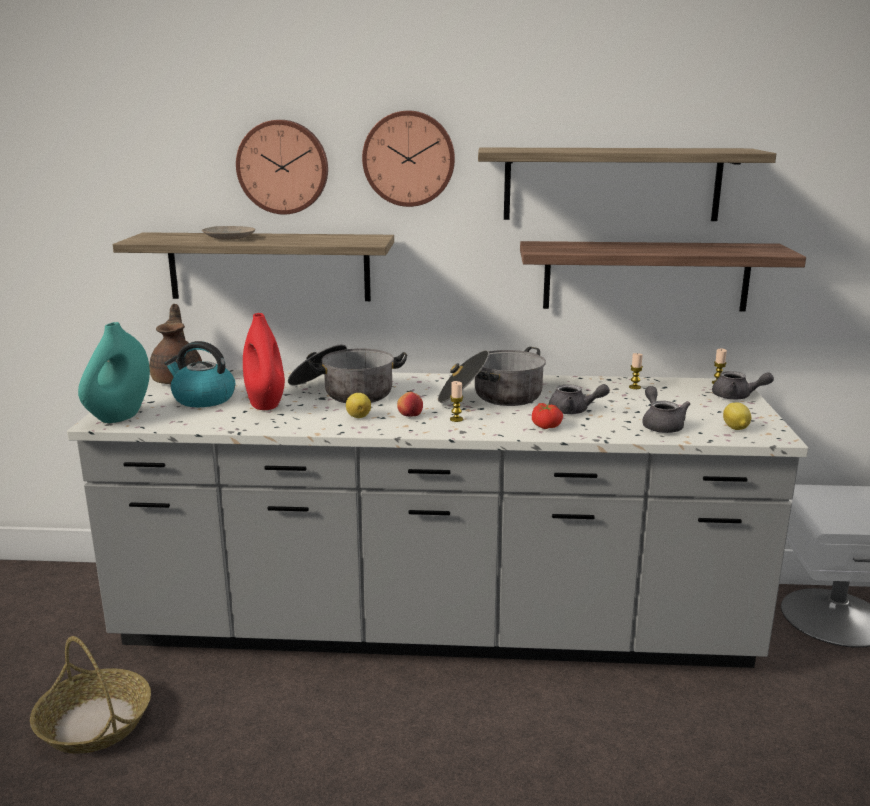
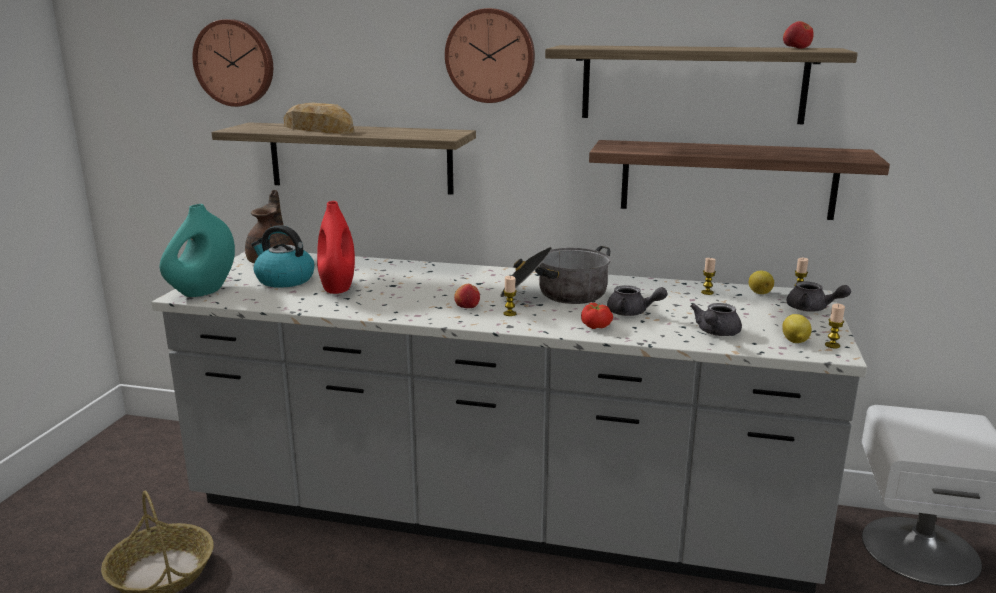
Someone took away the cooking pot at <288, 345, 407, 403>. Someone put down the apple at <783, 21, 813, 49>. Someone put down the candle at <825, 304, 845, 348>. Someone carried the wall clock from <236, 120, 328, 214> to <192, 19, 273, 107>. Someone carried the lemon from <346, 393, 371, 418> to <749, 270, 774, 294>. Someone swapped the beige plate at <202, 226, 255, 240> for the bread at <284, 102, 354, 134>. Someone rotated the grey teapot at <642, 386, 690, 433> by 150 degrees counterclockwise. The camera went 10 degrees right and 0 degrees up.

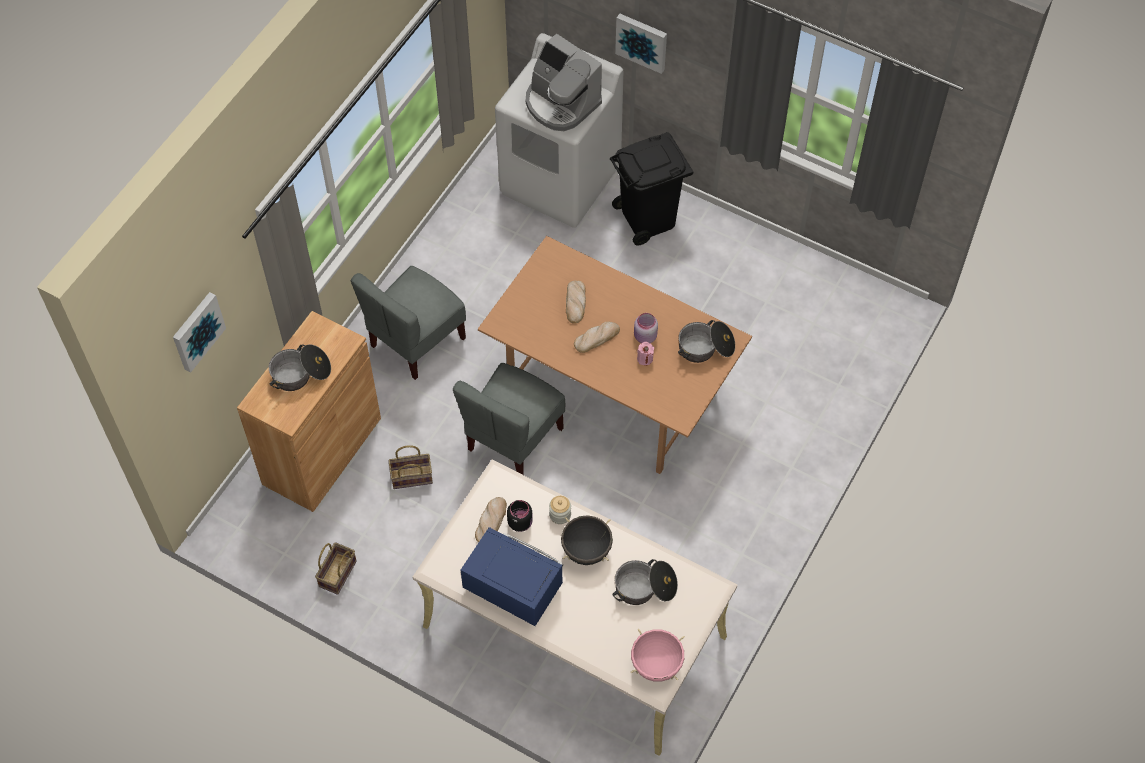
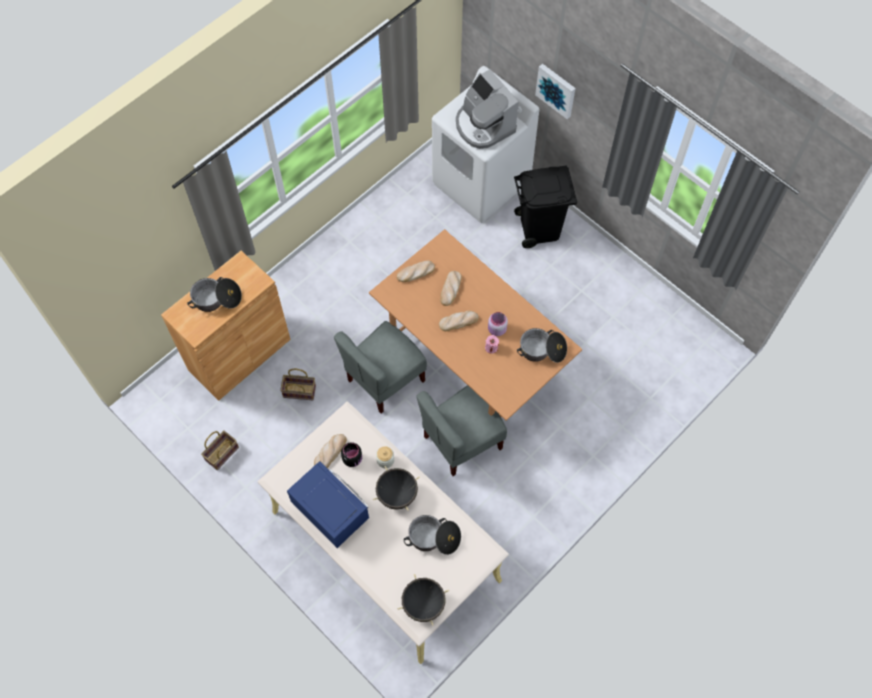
Someone took away the picture at <173, 292, 226, 373>. Someone put down the bread at <397, 261, 435, 282>. Someone carried the grey chair from <351, 266, 466, 380> to <416, 385, 507, 476>. Someone repainted the pink cooking pot at <631, 629, 685, 682>, which became the black cooking pot at <398, 574, 449, 626>. The camera went 15 degrees right and 5 degrees up.

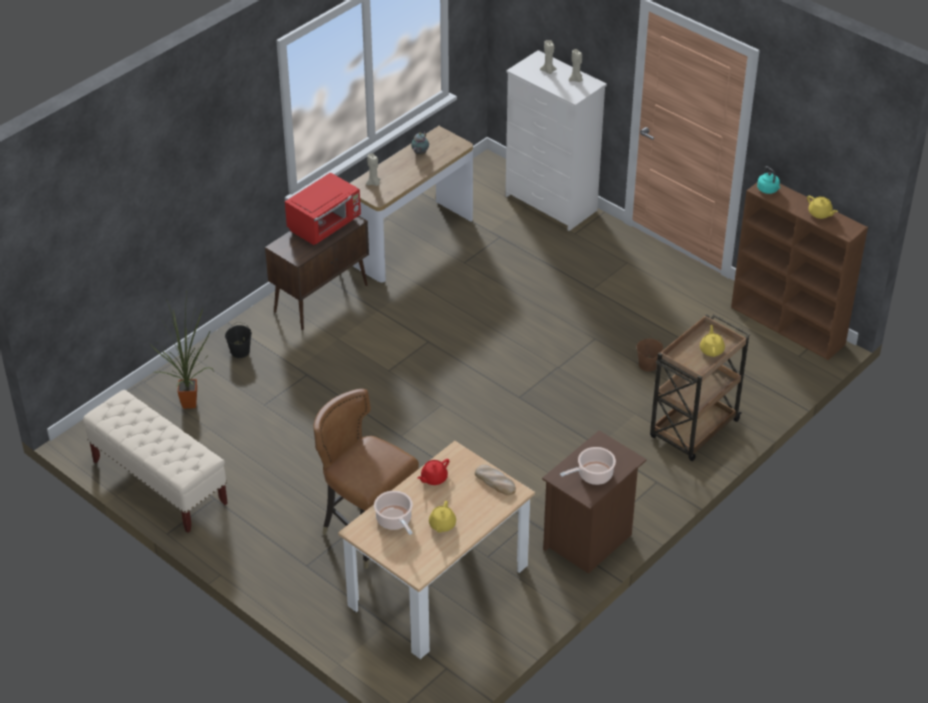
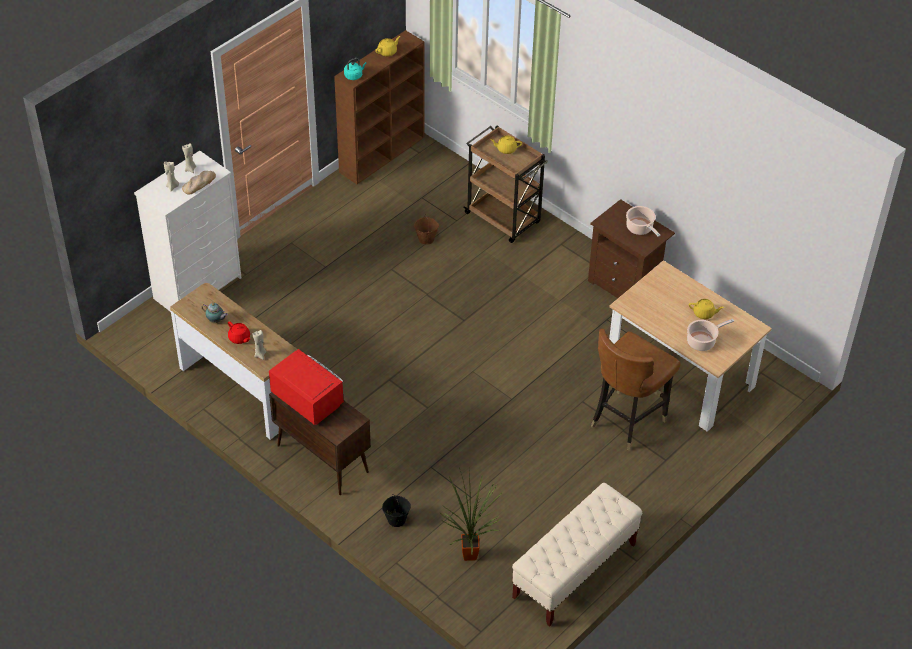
Someone carried the red teapot from <417, 459, 449, 485> to <228, 321, 250, 344>. Someone carried the bread from <475, 465, 516, 495> to <182, 171, 216, 195>. The camera went 90 degrees left and 5 degrees up.

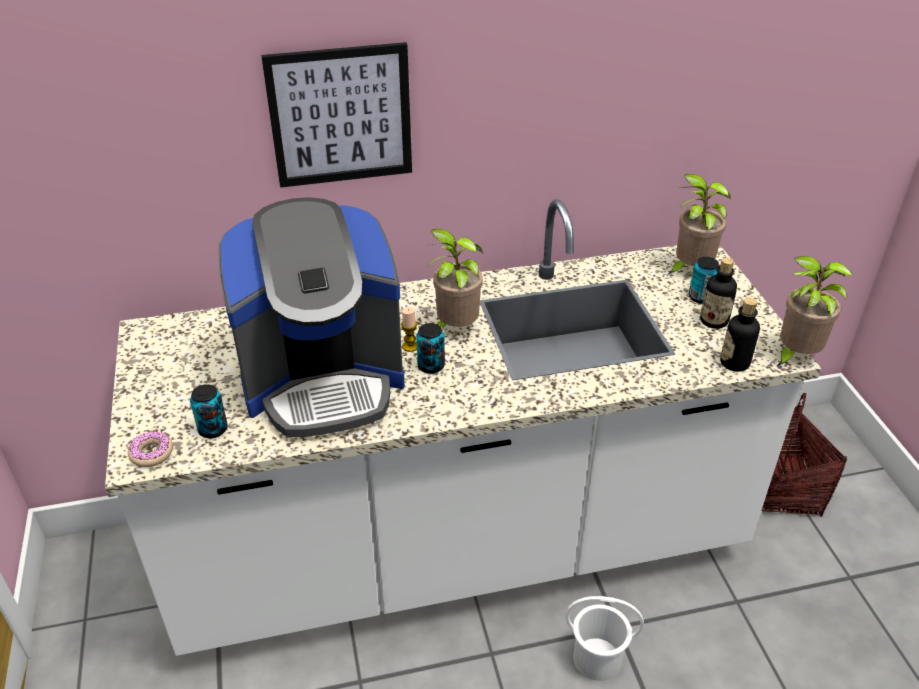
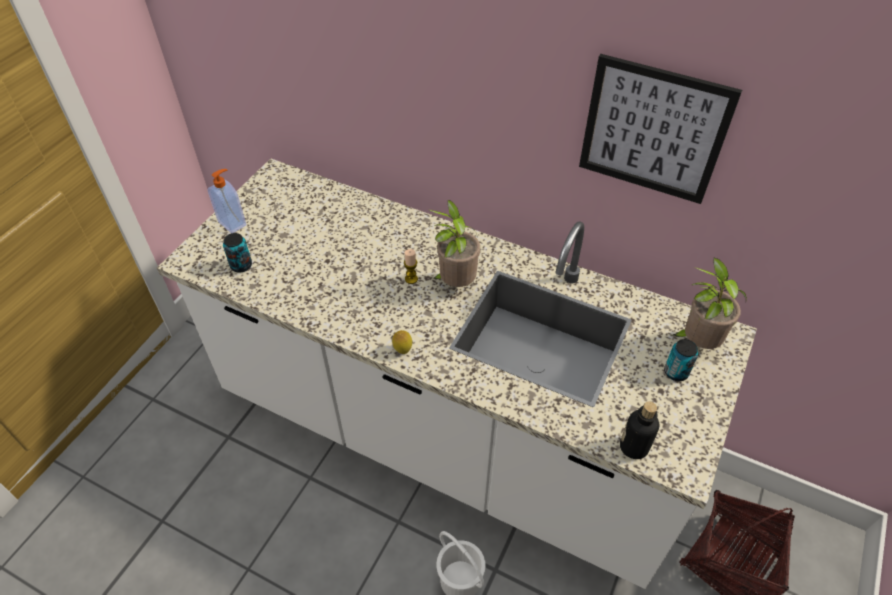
Someone took away the donut at <128, 431, 173, 467>. Someone took away the coffee machine at <219, 197, 405, 437>. Someone took away the can at <416, 323, 445, 374>. Someone took away the bottle at <700, 257, 737, 329>. Someone took away the potted plant at <776, 256, 853, 367>. Someone put down the soap dispenser at <208, 169, 246, 233>. Someone put down the lemon at <392, 330, 412, 354>. Someone carried the picture from <261, 42, 412, 188> to <579, 54, 742, 204>. The camera went 40 degrees right and 10 degrees up.

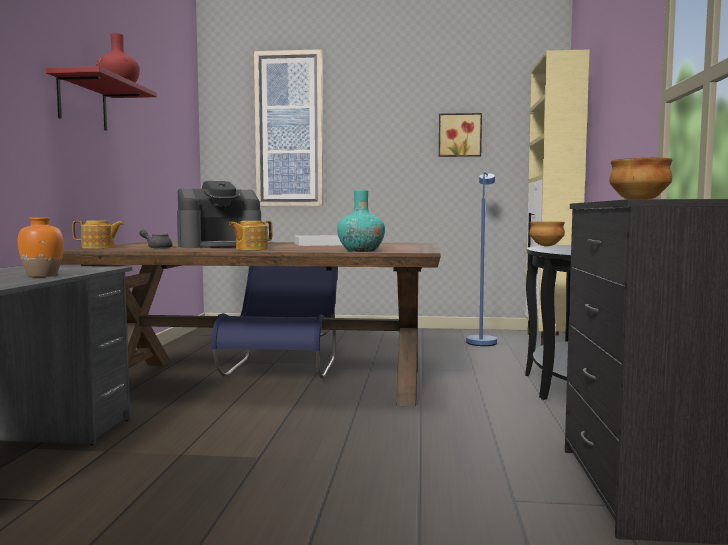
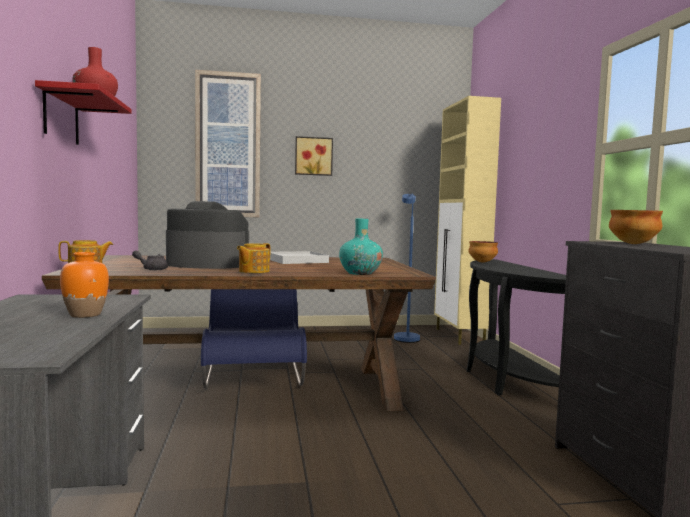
Someone carried the picture from <439, 113, 482, 157> to <295, 136, 333, 176>. Someone rotated the coffee machine at <177, 181, 261, 248> by 135 degrees counterclockwise. The camera went 15 degrees left and 0 degrees up.

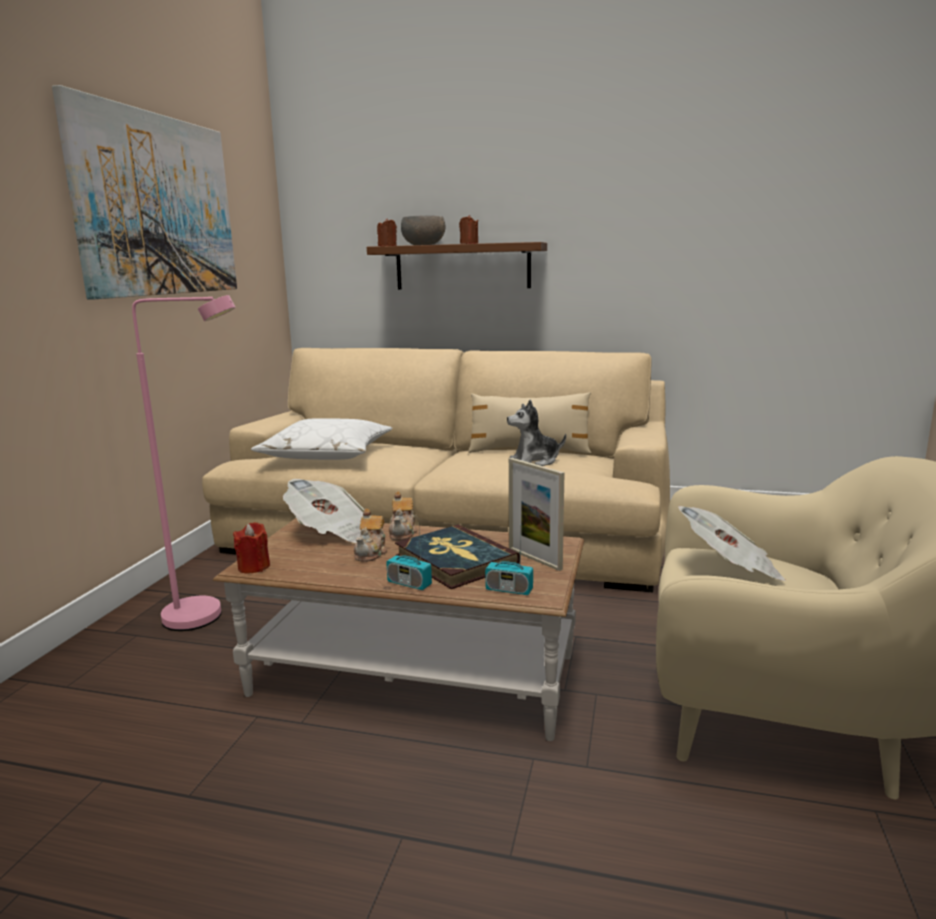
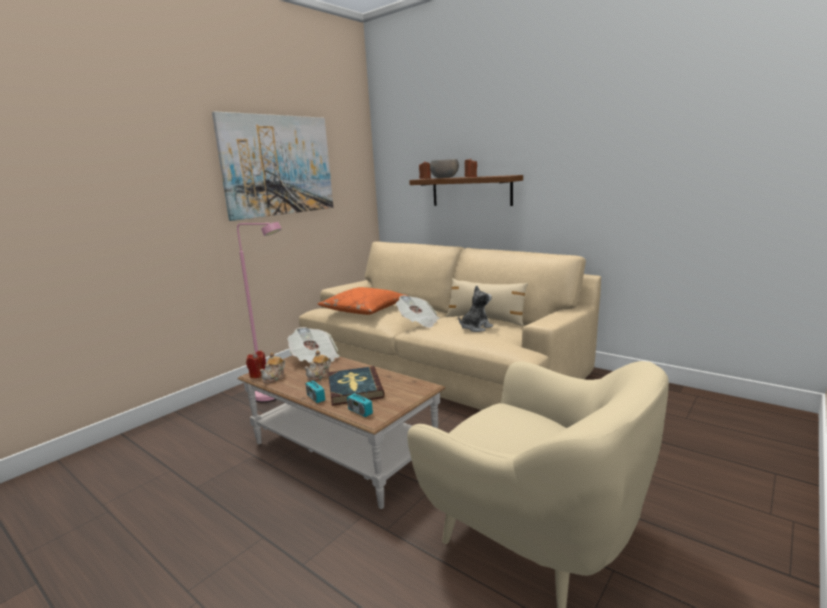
Someone took away the picture frame at <509, 458, 565, 571>. Someone carried the teapot from <389, 492, 417, 540> to <259, 352, 285, 383>. Someone carried the newspaper from <678, 506, 786, 581> to <396, 295, 440, 328>. Someone repainted the white pillow at <251, 418, 393, 460>, which became the orange pillow at <318, 287, 408, 315>. Someone rotated the plush toy at <507, 399, 566, 466> by 135 degrees clockwise. The camera went 25 degrees right and 0 degrees up.

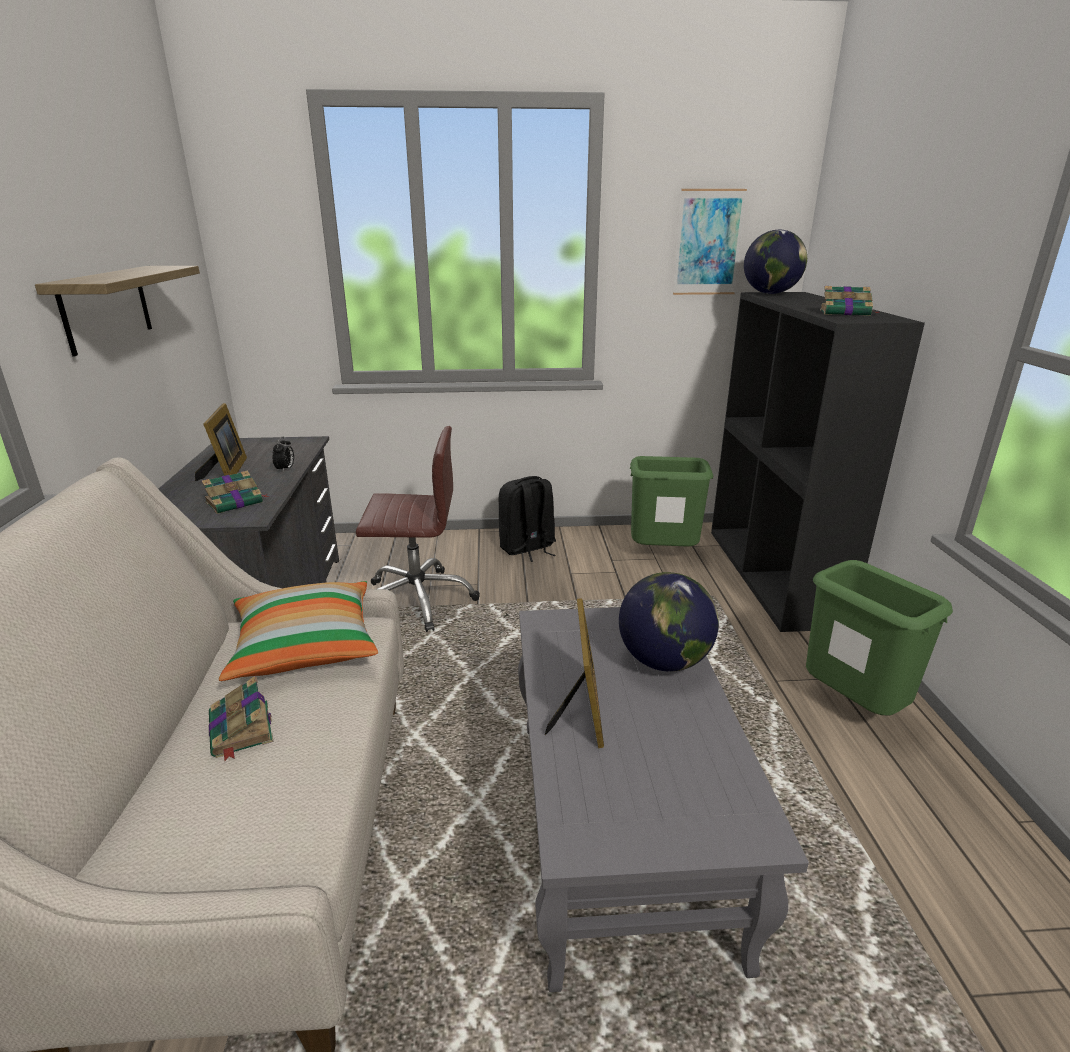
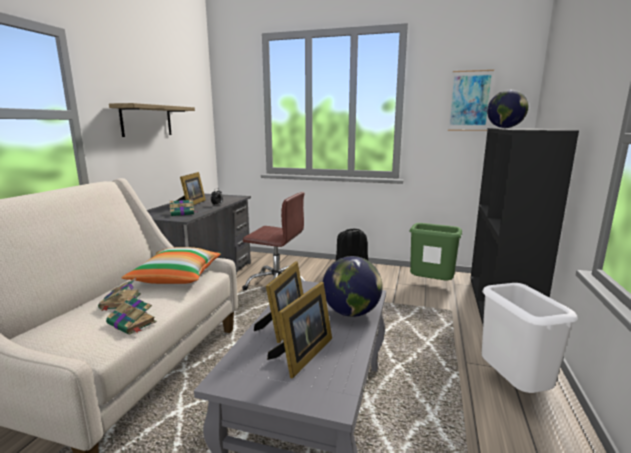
Someone put down the picture frame at <267, 282, 332, 378>. Someone carried the book from <820, 286, 879, 316> to <106, 296, 157, 335>. Someone repainted the green trash can at <806, 560, 953, 715>, which became the white trash can at <482, 283, 578, 393>. The camera went 20 degrees right and 10 degrees down.

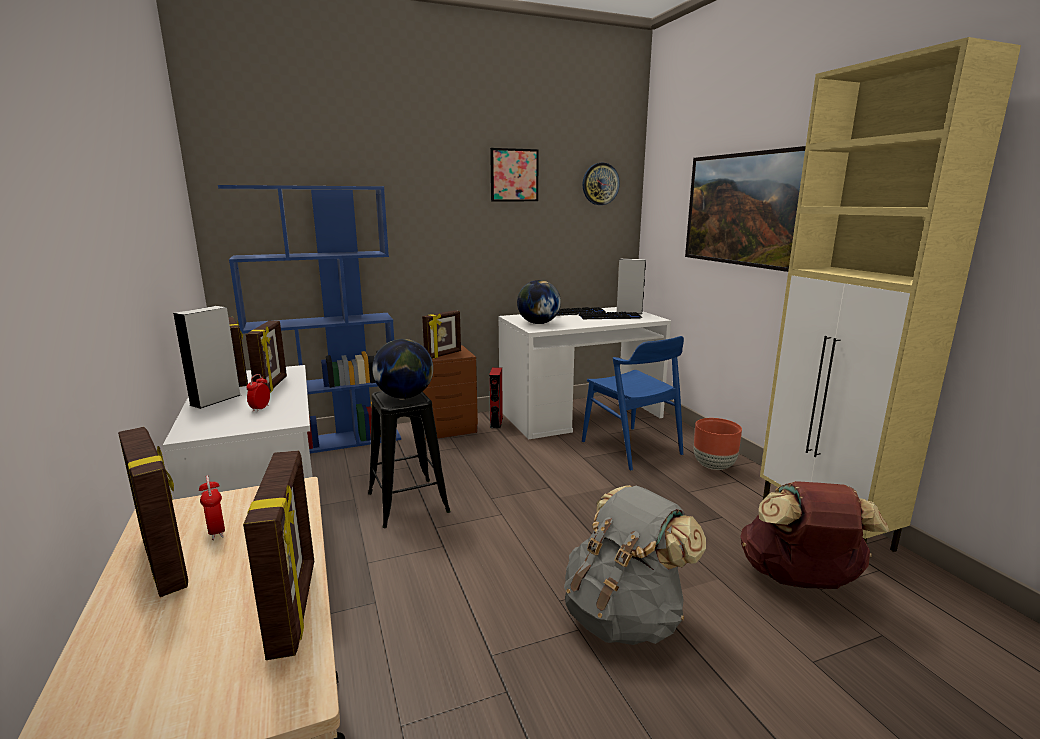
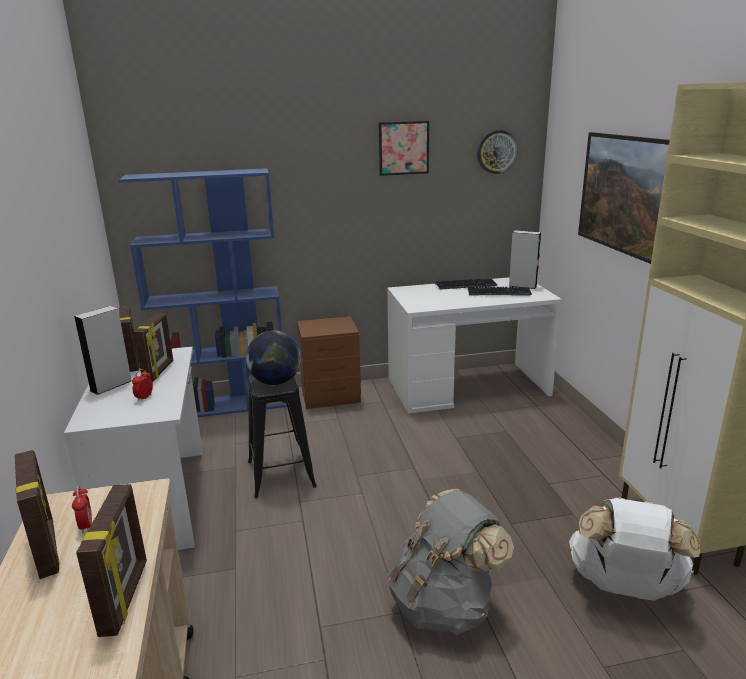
Someone took away the picture frame at <422, 310, 461, 358>. Someone took away the red speaker at <489, 367, 503, 428>. Someone took away the globe at <517, 280, 561, 324>. Someone took away the blue chair at <582, 336, 684, 471>. Someone took away the brown planter at <694, 418, 742, 470>. Someone repainted the brown backpack at <740, 481, 889, 589>, which became the white backpack at <569, 497, 700, 601>. The camera went 10 degrees right and 5 degrees up.

